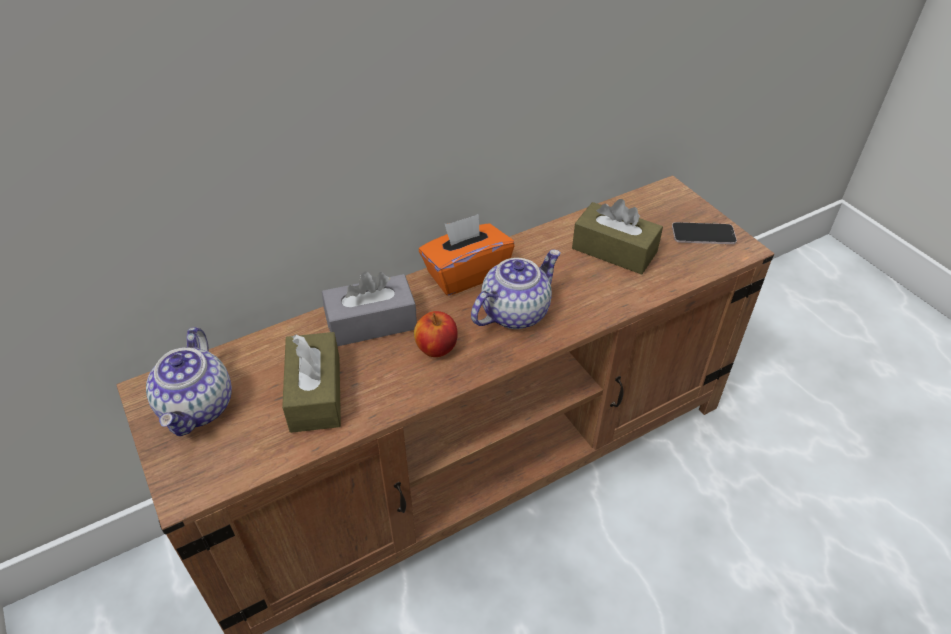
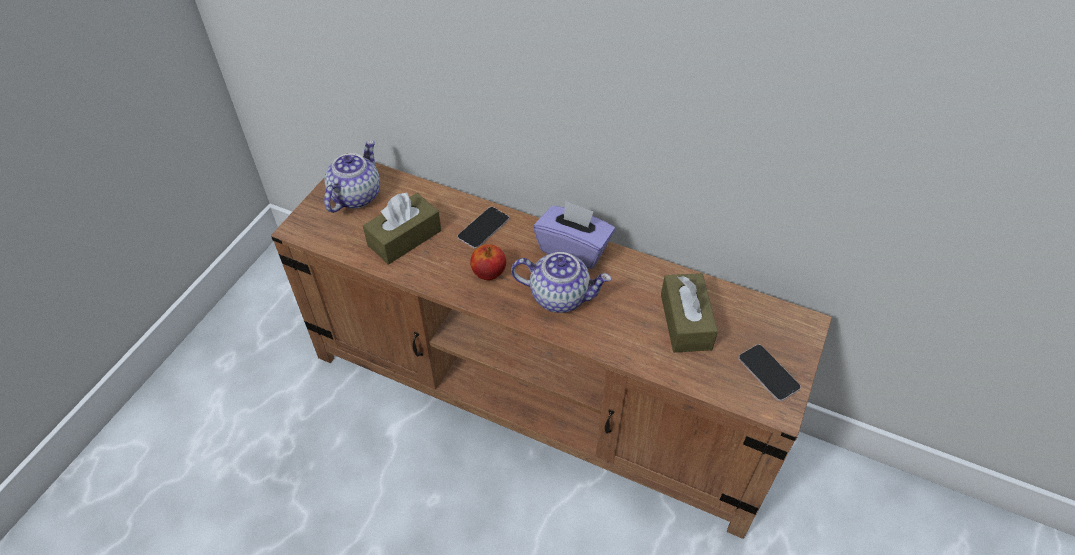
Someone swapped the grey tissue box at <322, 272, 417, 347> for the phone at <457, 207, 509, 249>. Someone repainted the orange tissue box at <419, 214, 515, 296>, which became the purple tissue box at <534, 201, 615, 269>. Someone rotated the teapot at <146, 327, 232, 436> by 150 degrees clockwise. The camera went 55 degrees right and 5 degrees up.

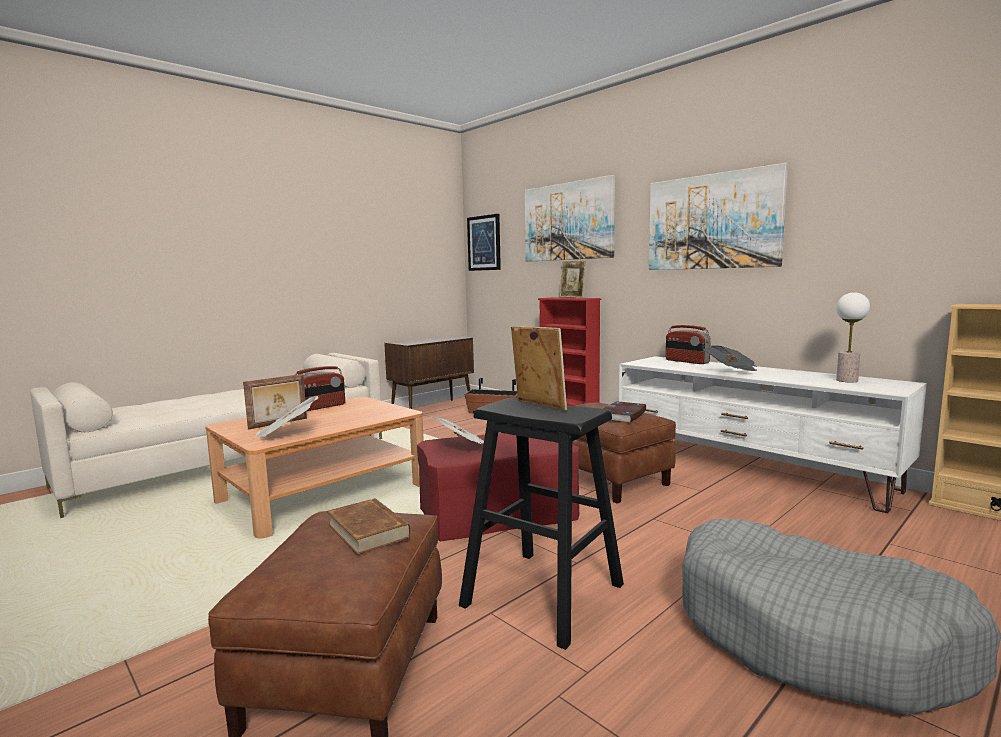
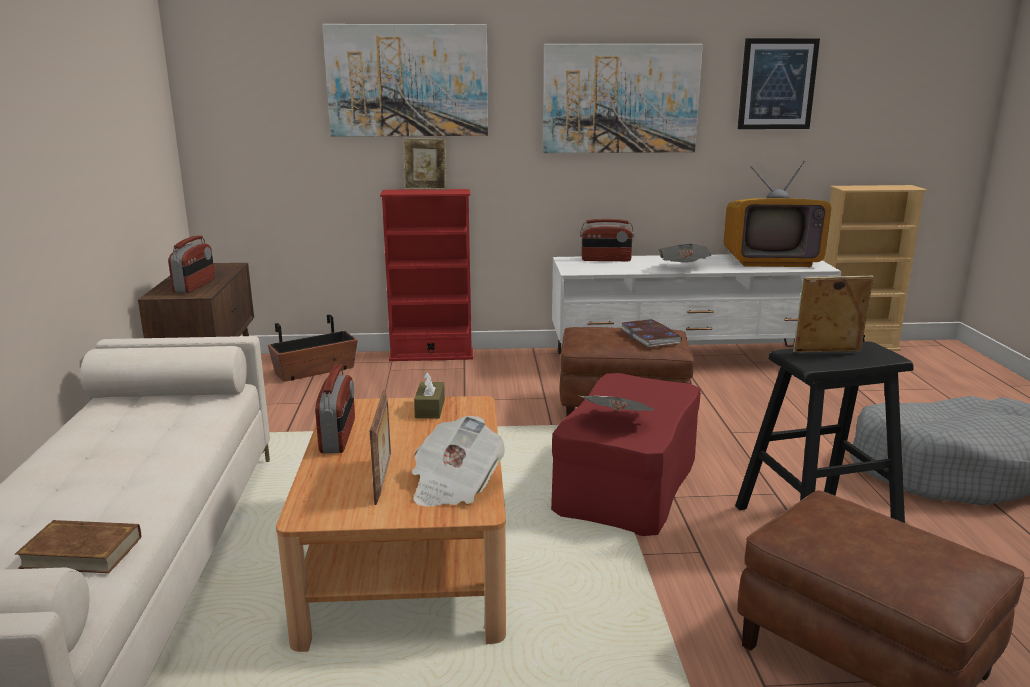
Someone put down the radio at <168, 235, 215, 293>. Someone put down the brown tissue box at <414, 372, 445, 418>. Someone carried the brown book from <327, 498, 411, 555> to <15, 520, 141, 573>. Someone carried the picture from <467, 214, 501, 271> to <738, 38, 820, 129>. Someone swapped the table lamp at <836, 292, 870, 382> for the television at <724, 160, 831, 267>. The camera went 50 degrees left and 10 degrees up.

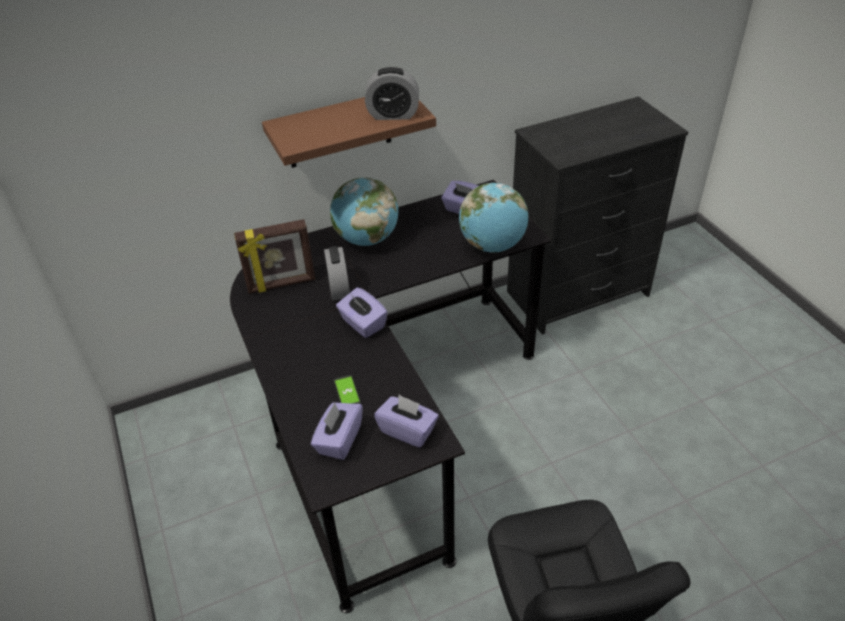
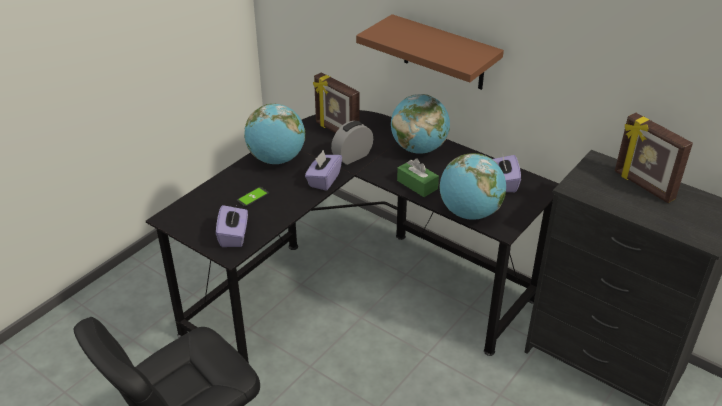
Someone took away the purple tissue box at <311, 402, 363, 460>. Someone took away the alarm clock at <365, 67, 419, 120>. Someone put down the globe at <244, 104, 305, 164>. Someone put down the green tissue box at <397, 158, 439, 197>. Someone put down the picture frame at <615, 113, 693, 203>. The camera went 60 degrees right and 5 degrees down.

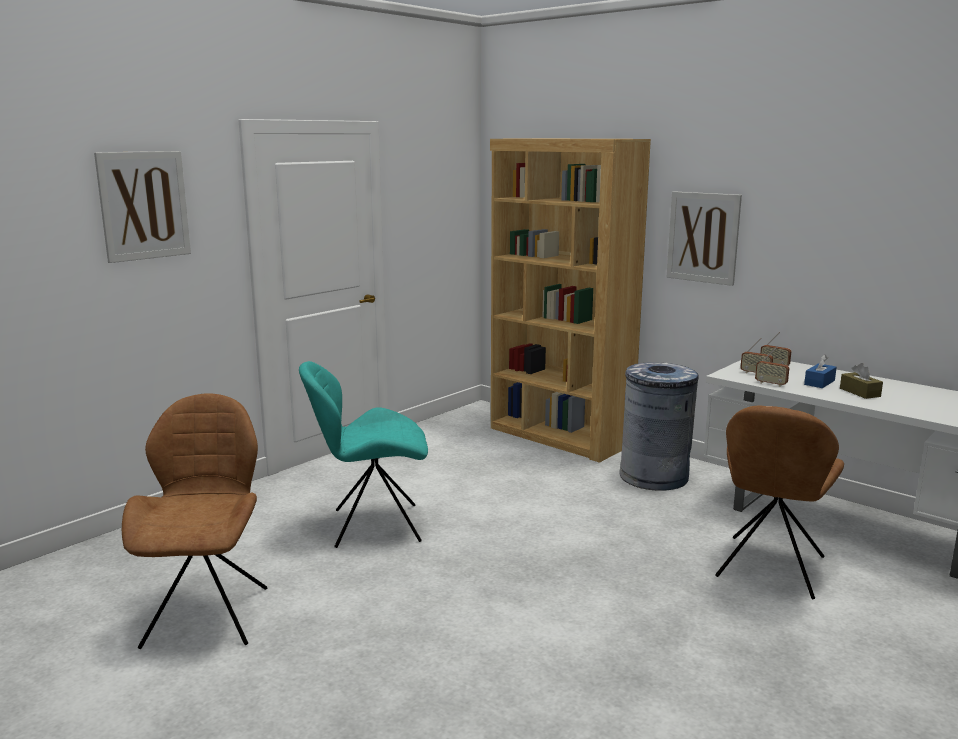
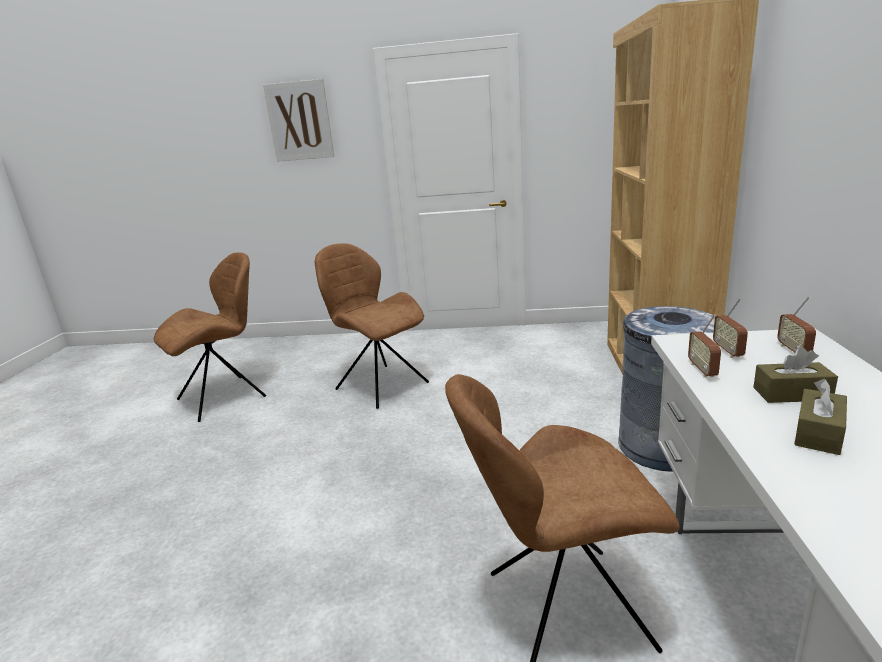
Someone took away the picture at <667, 191, 742, 286>. Someone repainted the turquoise chair at <299, 361, 428, 548>, which became the brown chair at <315, 243, 429, 409>. Someone repainted the blue tissue box at <804, 354, 837, 388>, which became the brown tissue box at <753, 347, 838, 403>. The camera went 55 degrees right and 5 degrees up.

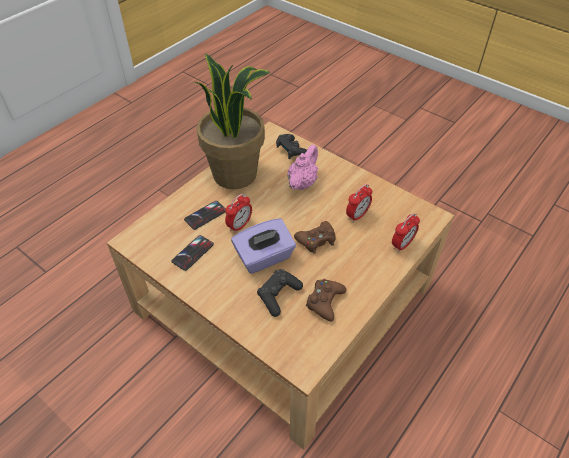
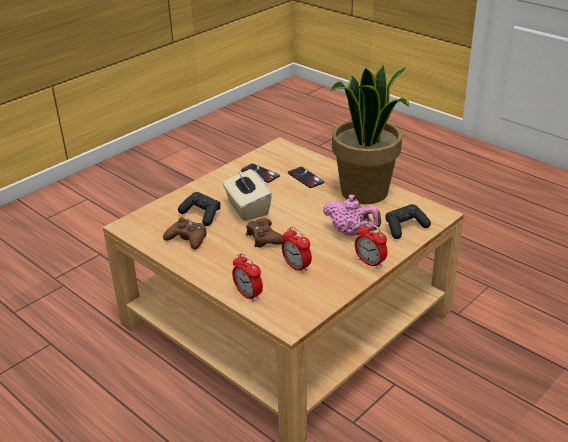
Someone carried the alarm clock from <225, 194, 252, 233> to <355, 223, 388, 269>. Someone repainted the purple tissue box at <231, 218, 296, 274>, which became the beige tissue box at <223, 169, 272, 221>. The camera went 95 degrees right and 15 degrees down.

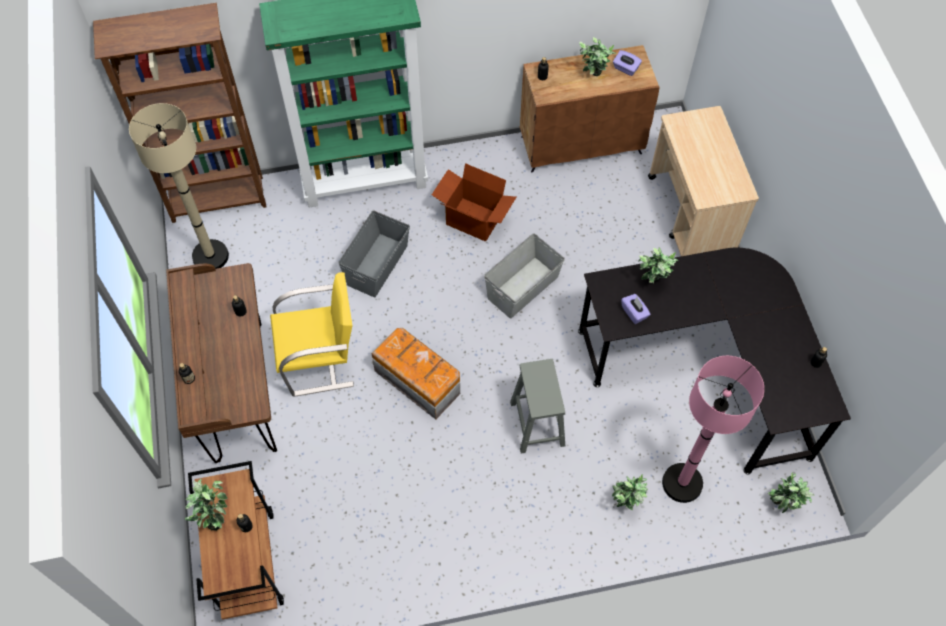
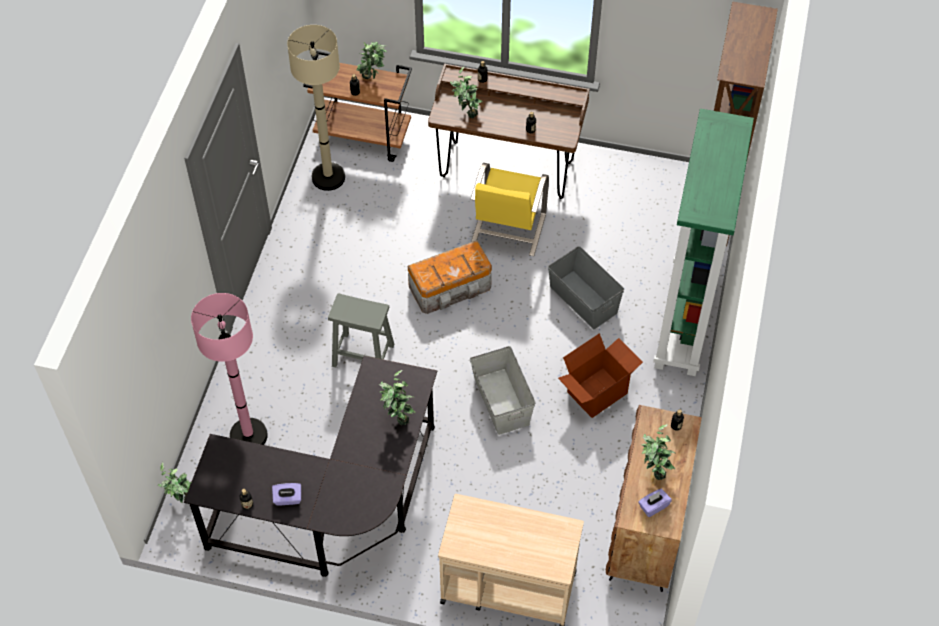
Someone carried the beige floor lamp from <129, 103, 229, 269> to <287, 25, 345, 191>. Someone carried the potted plant from <612, 474, 648, 510> to <450, 66, 483, 118>. Someone carried the purple tissue box from <621, 294, 651, 324> to <272, 483, 301, 505>. The camera went 115 degrees right and 5 degrees down.

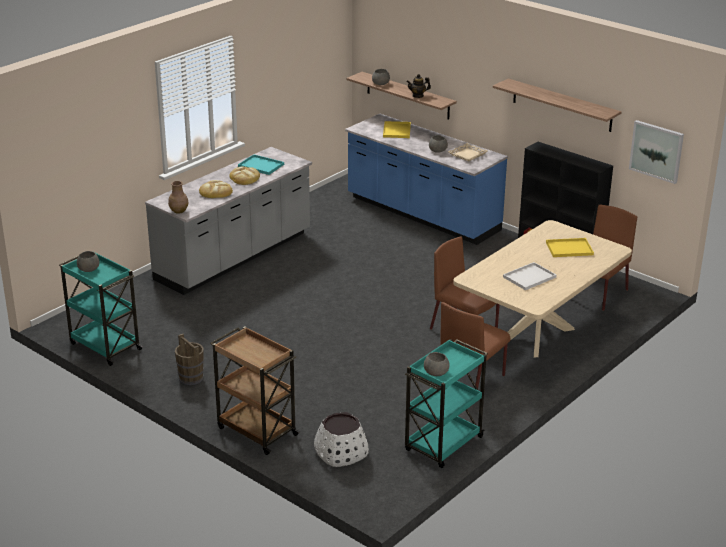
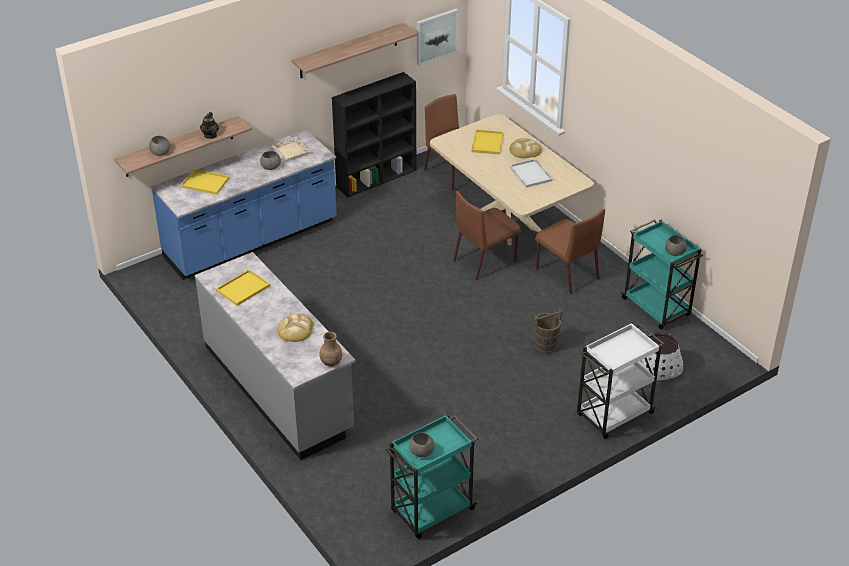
Someone carried the brown bucket from <175, 334, 204, 385> to <534, 308, 562, 353>. Someone carried the bread from <229, 167, 260, 185> to <509, 138, 542, 158>. Someone repainted the brown cart at <210, 327, 300, 455>, which became the white cart at <577, 323, 664, 439>. Someone repainted the turquoise tray at <238, 154, 284, 175>, which became the yellow tray at <216, 269, 270, 306>. The camera went 75 degrees left and 10 degrees up.

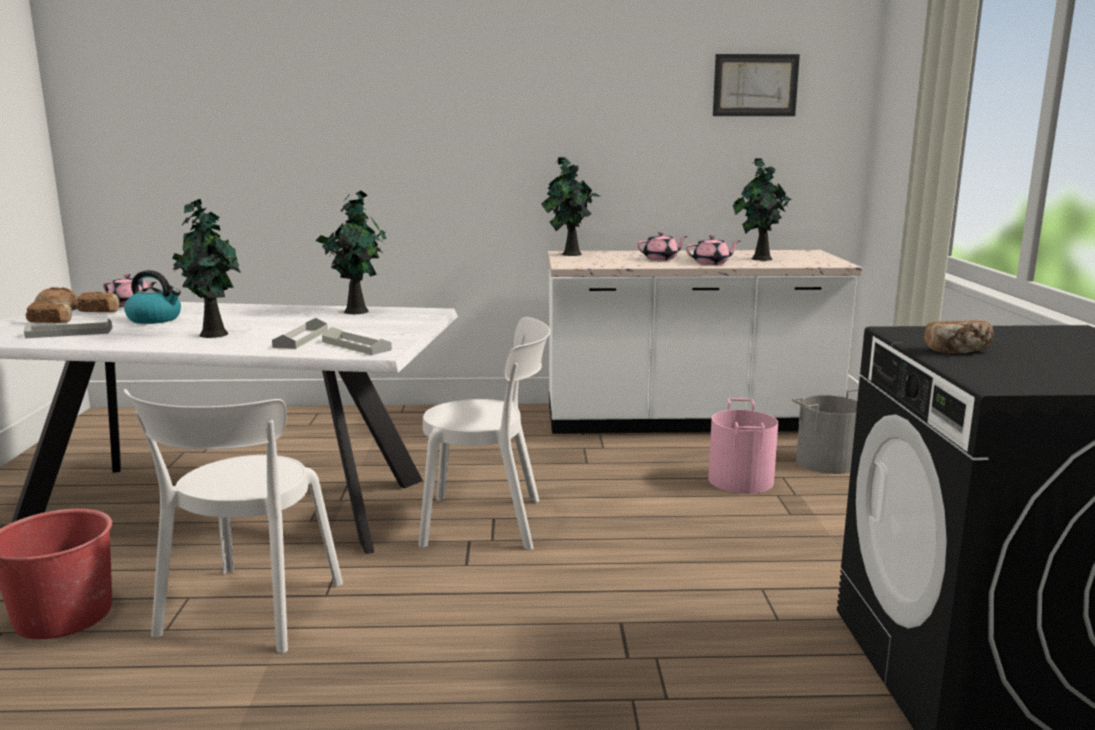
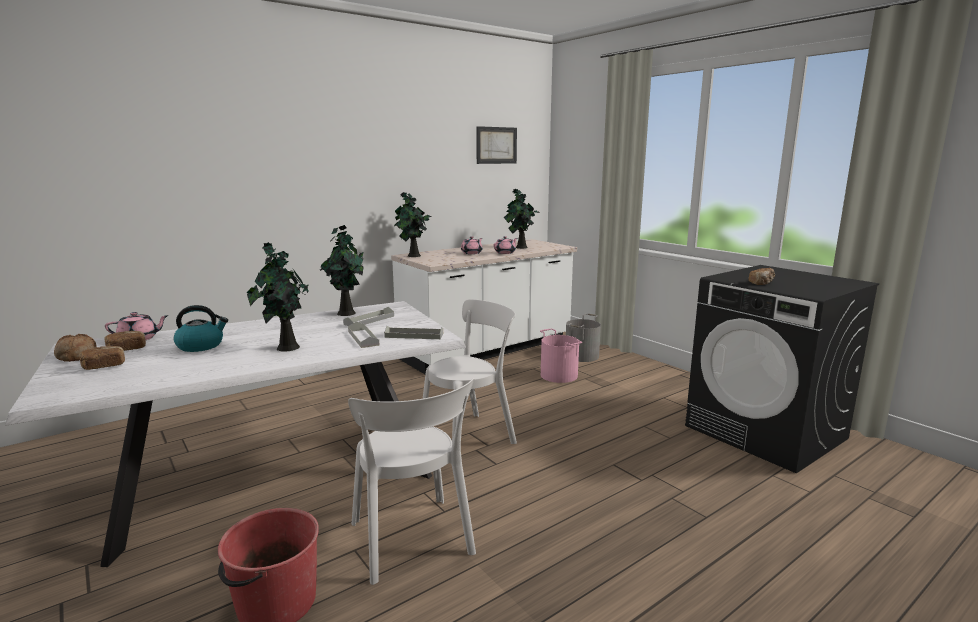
Someone carried the grey tray from <24, 318, 113, 338> to <343, 307, 394, 326>. The camera went 35 degrees left and 0 degrees up.

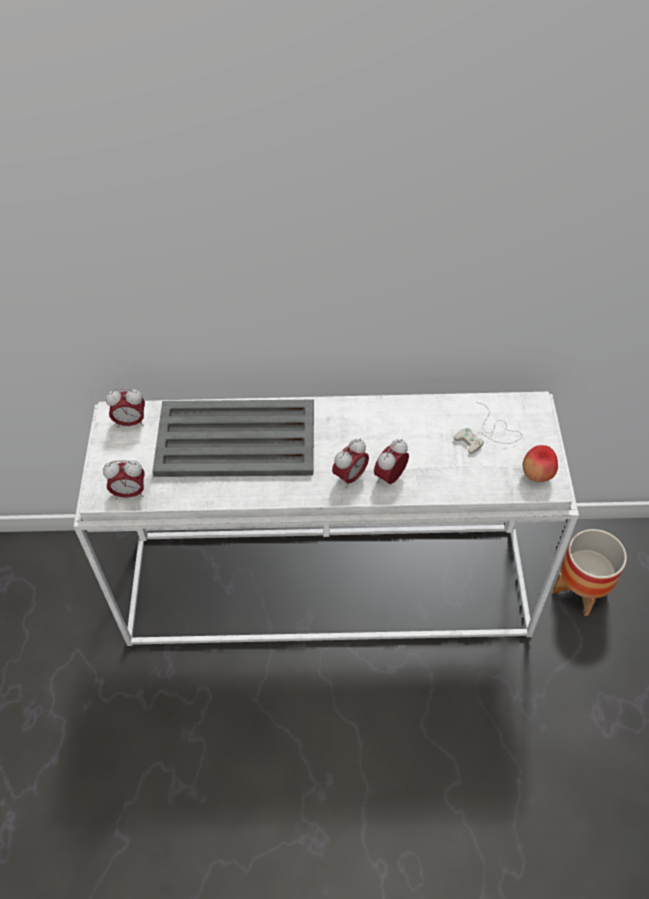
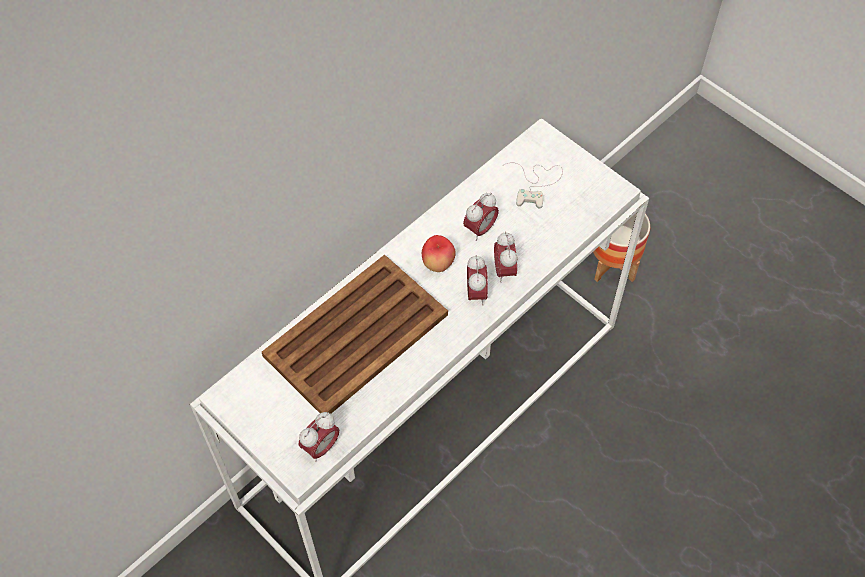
Someone carried the alarm clock from <105, 388, 145, 428> to <463, 193, 499, 241>. Someone carried the apple from <522, 445, 558, 482> to <422, 235, 456, 272>. Someone repainted the grey tray at <152, 400, 314, 477>, which became the brown tray at <262, 254, 448, 414>. The camera went 45 degrees left and 5 degrees up.

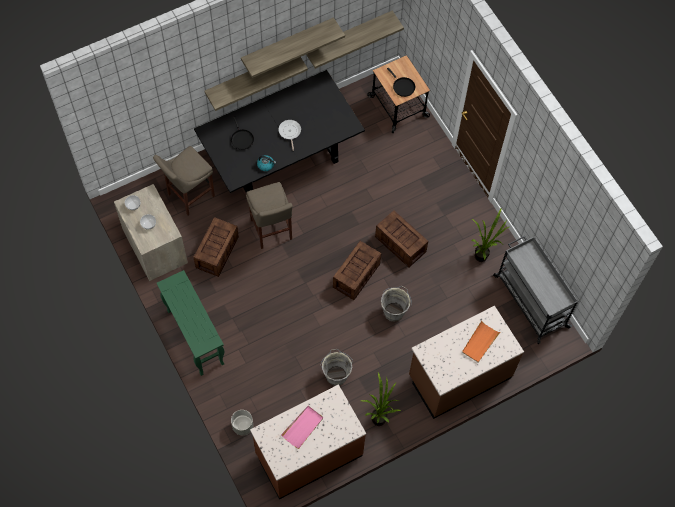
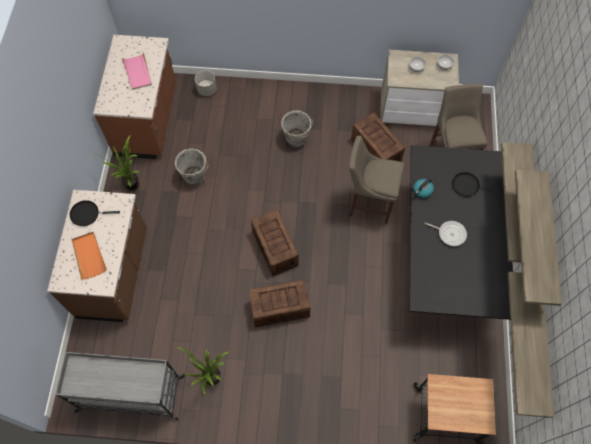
Someone took away the green console table at <157, 270, 224, 376>. Someone carried the grey bucket from <381, 286, 412, 322> to <281, 110, 313, 147>. Someone carried the black frying pan from <387, 68, 415, 97> to <70, 200, 120, 226>. The camera went 125 degrees right and 0 degrees up.

